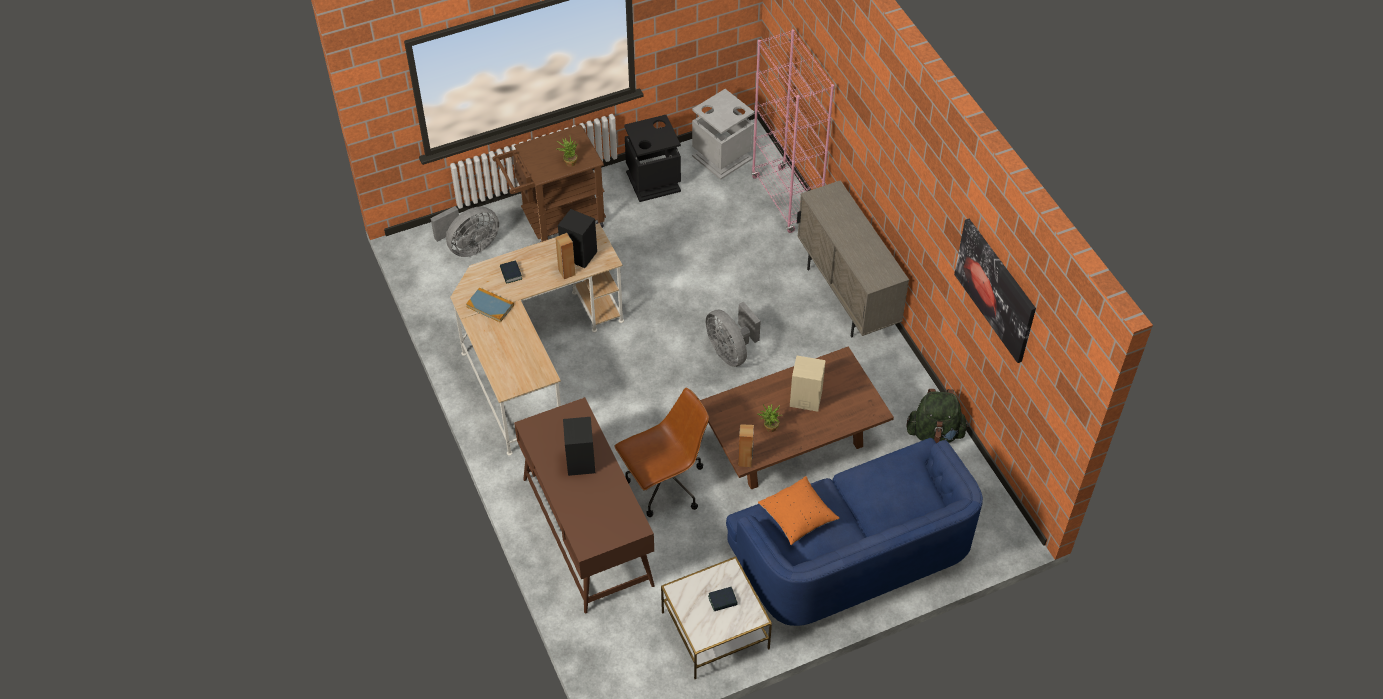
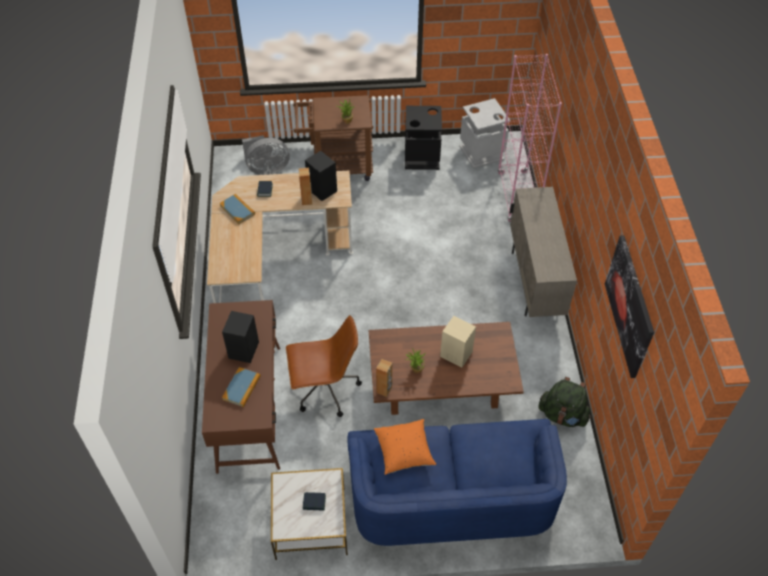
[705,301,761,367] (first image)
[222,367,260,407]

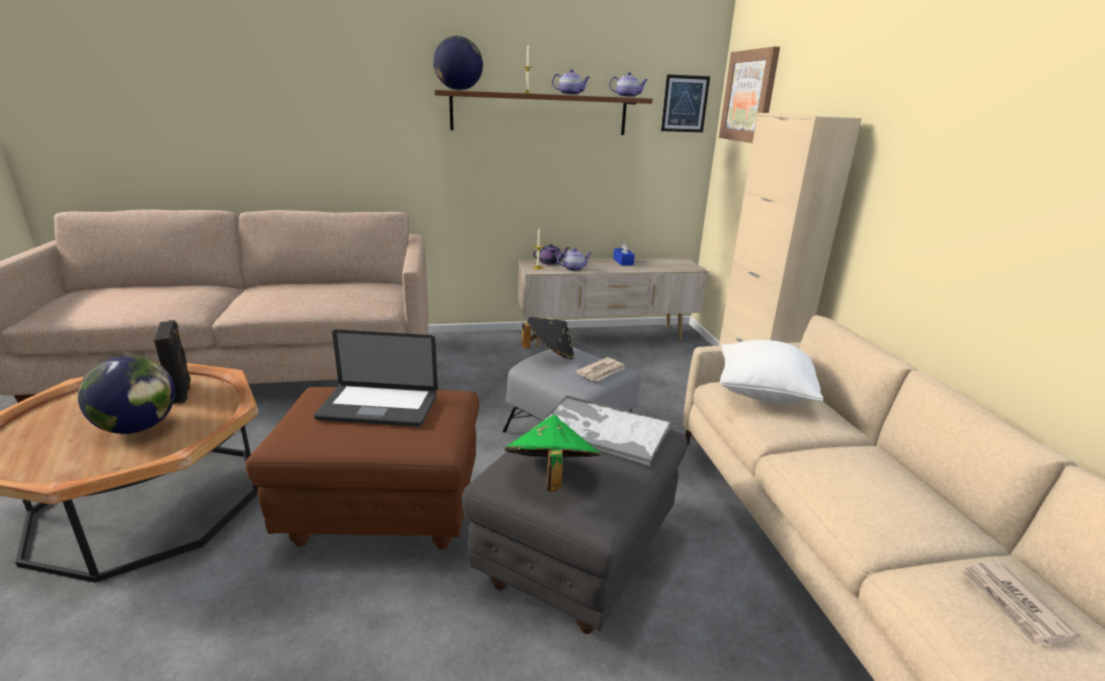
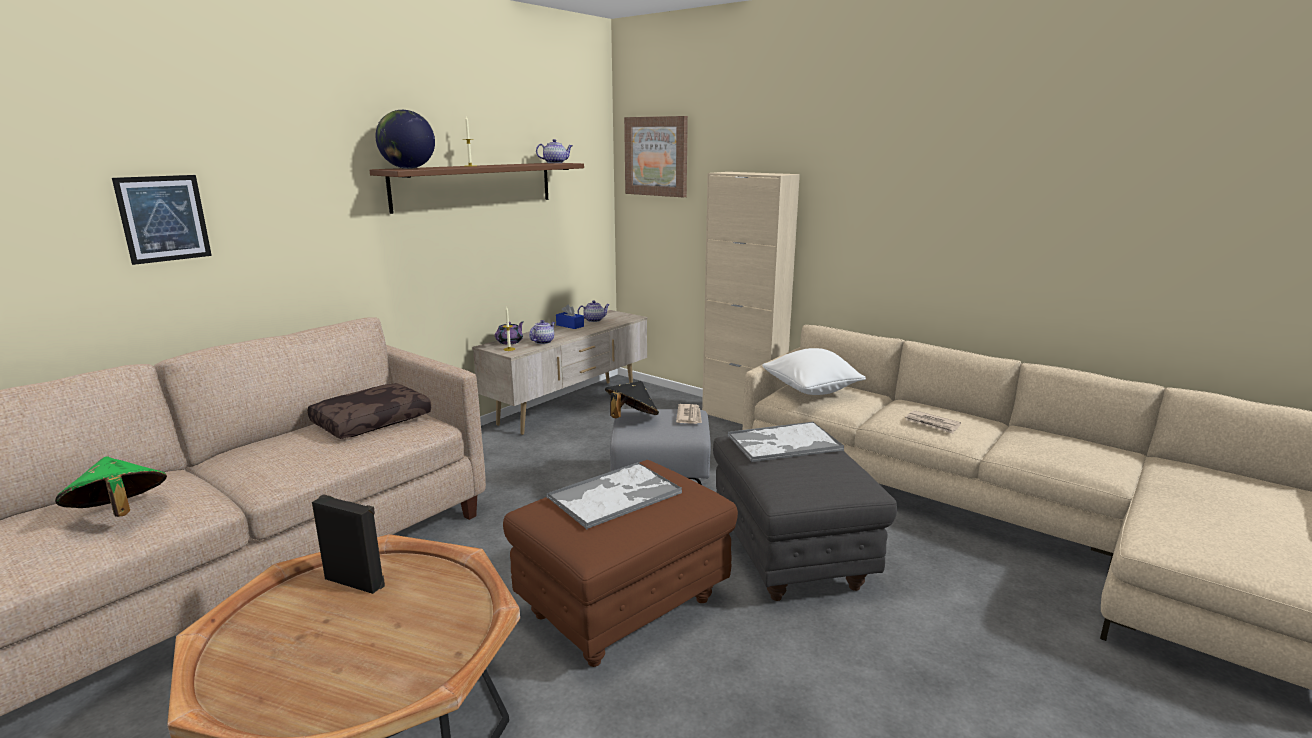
[78,355,175,434] (first image)
[308,383,431,439]
[55,456,167,517]
[577,300,610,322]
[112,175,212,265]
[905,410,961,434]
[547,462,682,529]

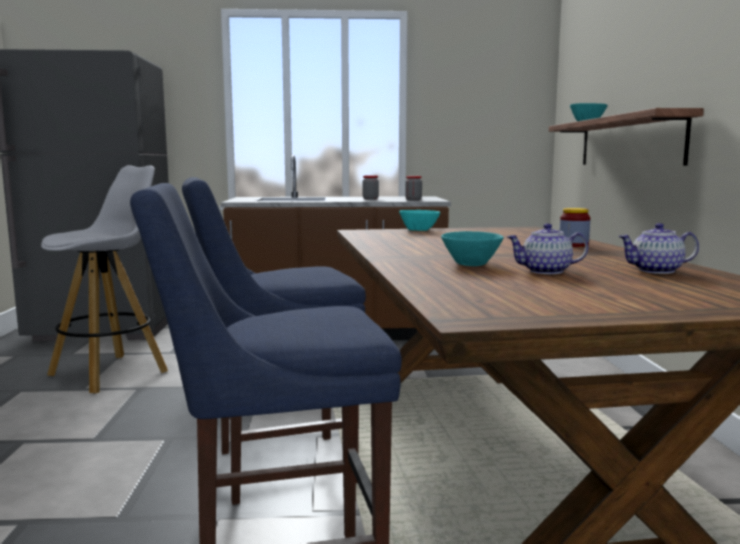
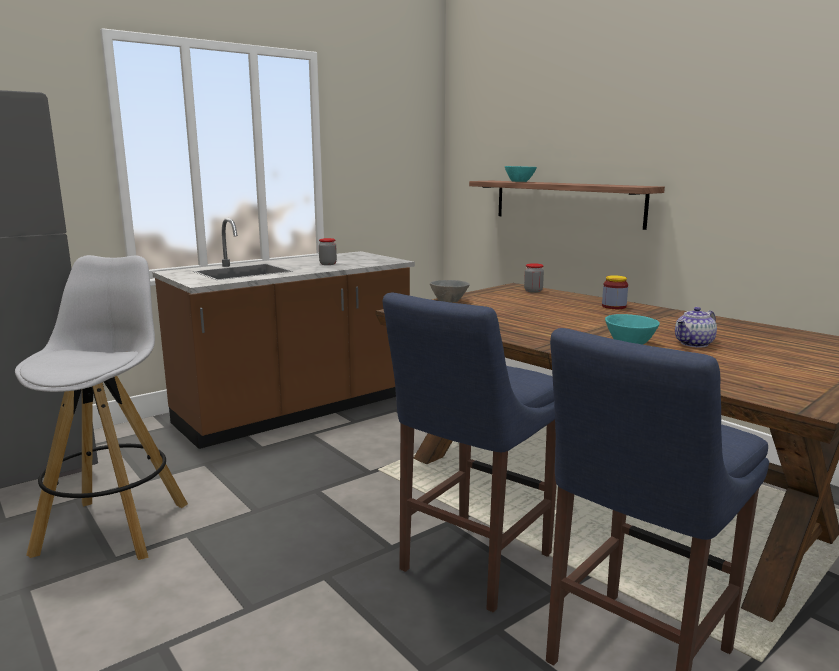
[618,223,699,274] (first image)
[524,263,544,293]
[430,280,470,303]

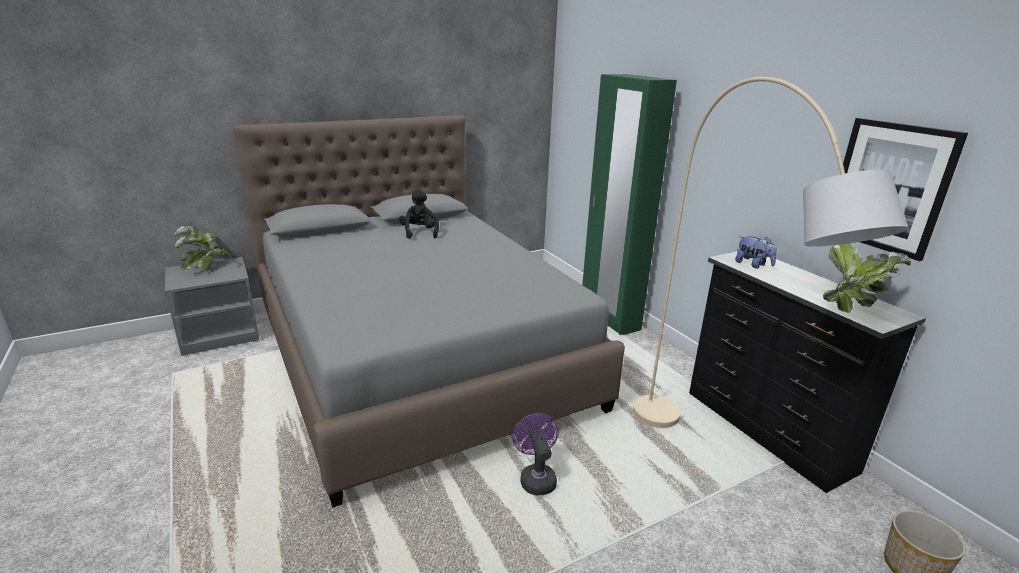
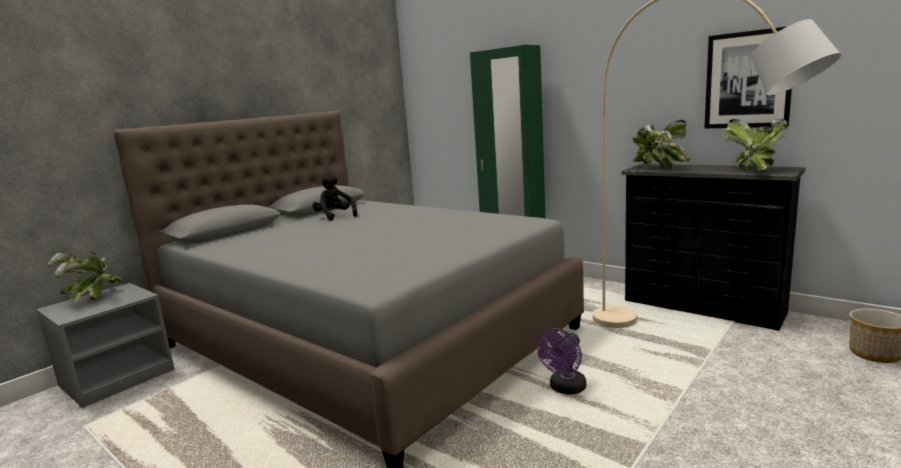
[633,120,691,168]
[537,328,586,395]

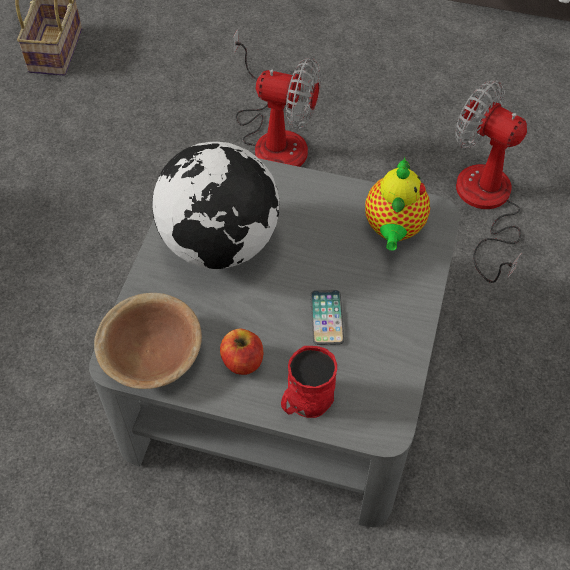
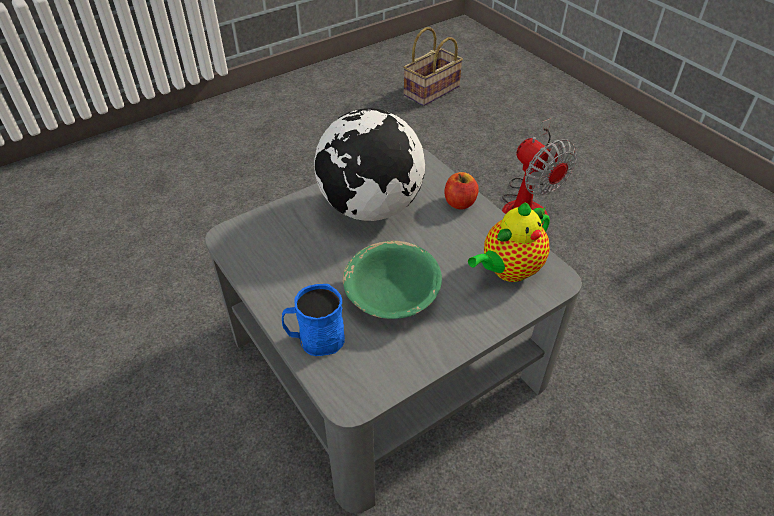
[94,293,202,389] (first image)
[455,80,527,283] (first image)
[444,172,479,209]
[343,241,442,319]
[282,284,345,356]

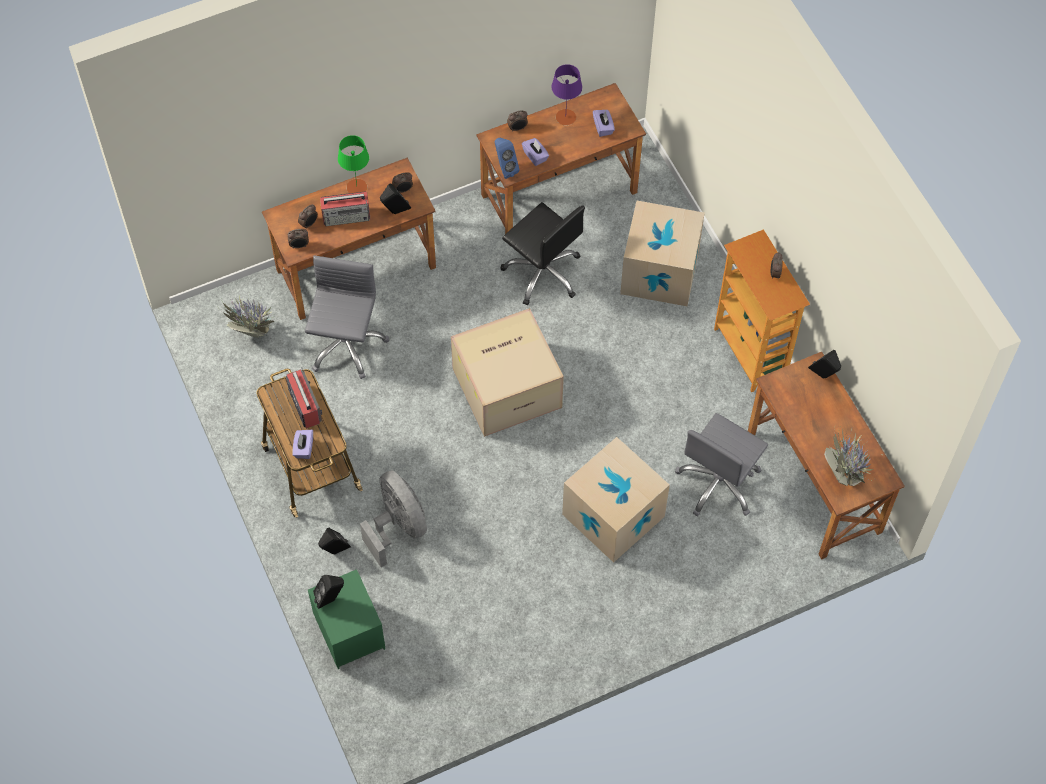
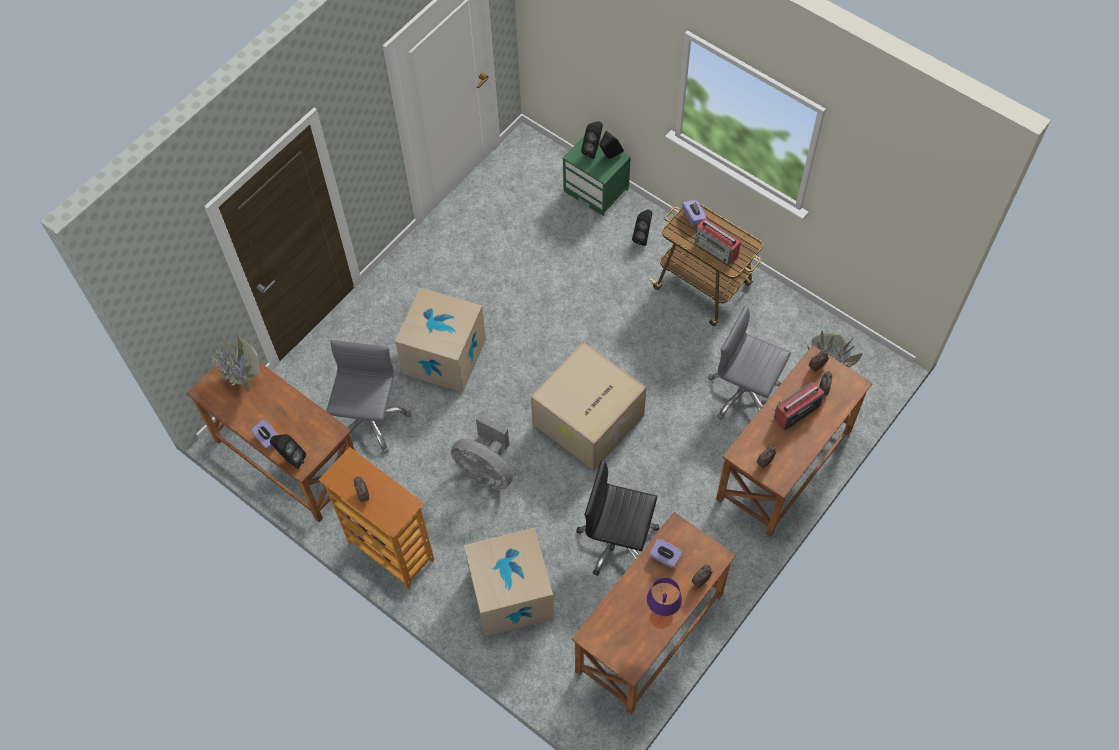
[338,135,369,193] (first image)
[495,138,519,179] (first image)
[451,414,513,489]
[581,121,603,159]
[251,419,278,450]
[708,306,791,420]

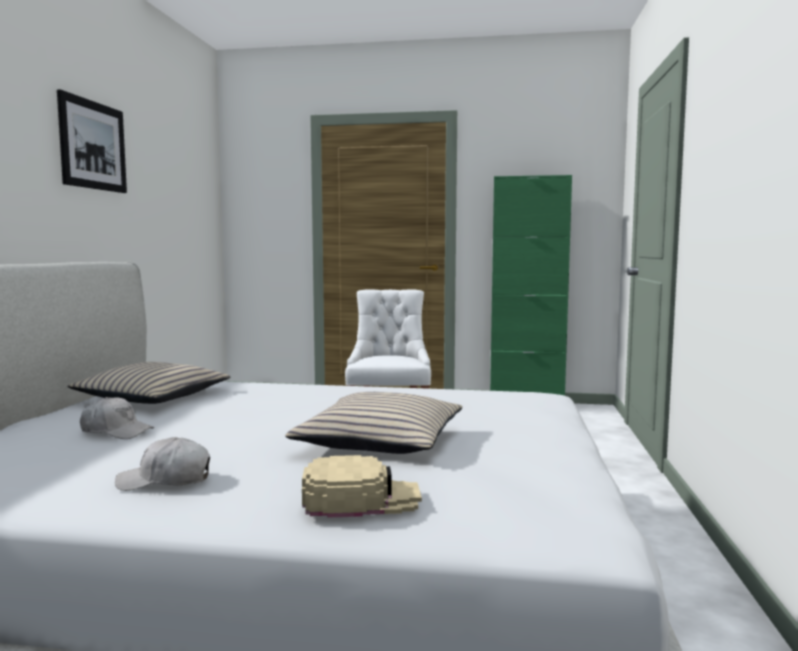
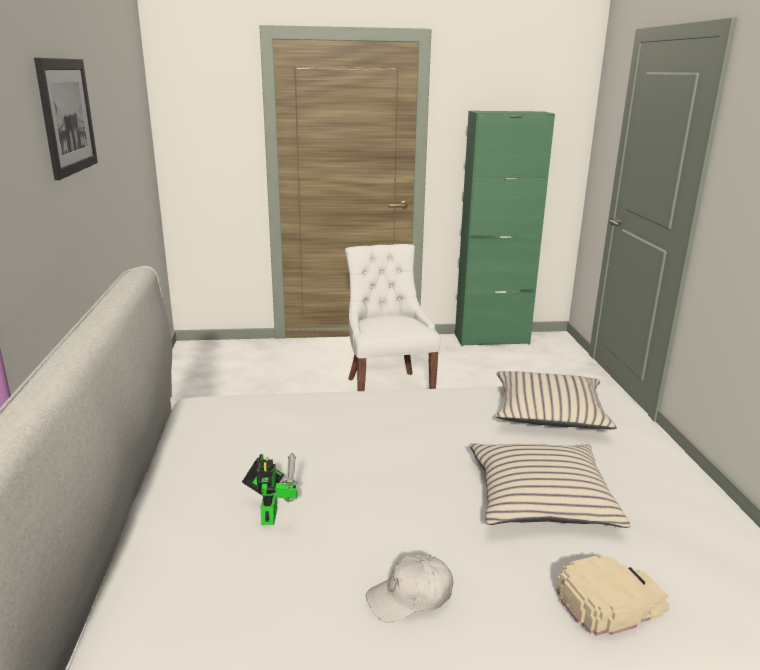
[496,371,617,429]
[242,453,299,525]

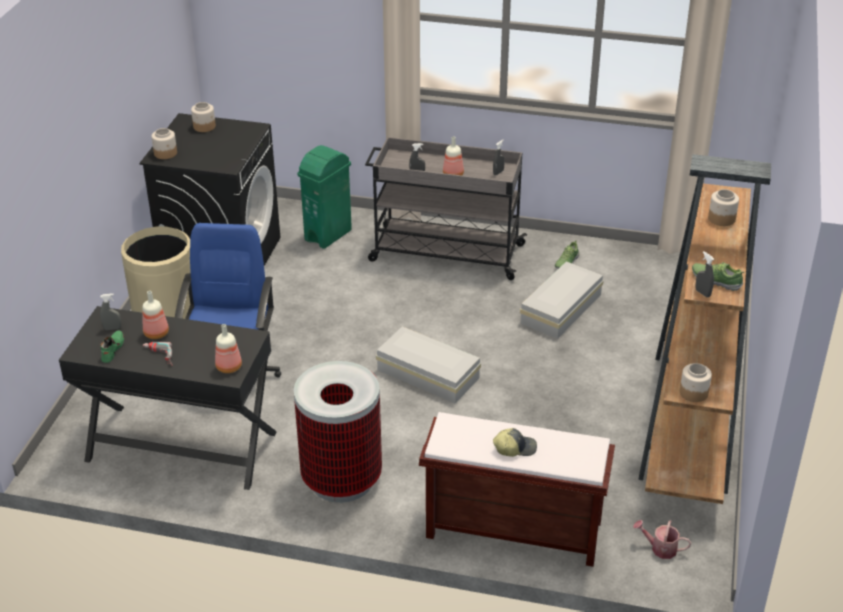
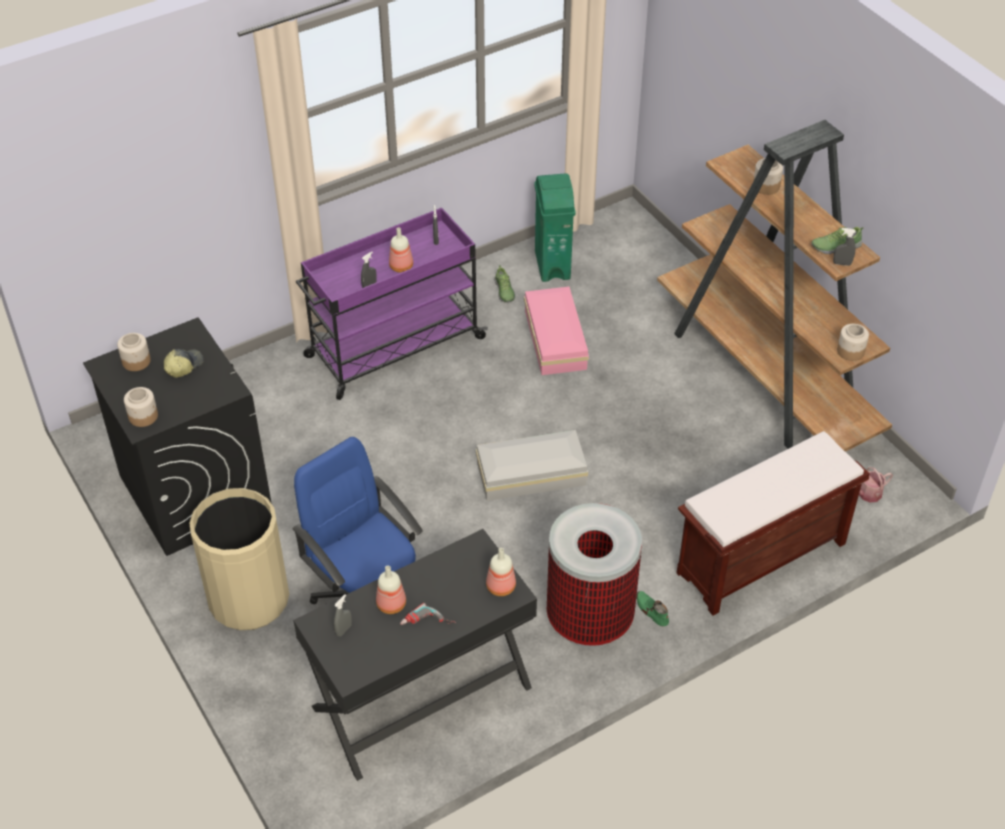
[636,591,669,626]
[534,173,576,282]
[164,349,204,378]
[296,208,488,400]
[524,287,589,375]

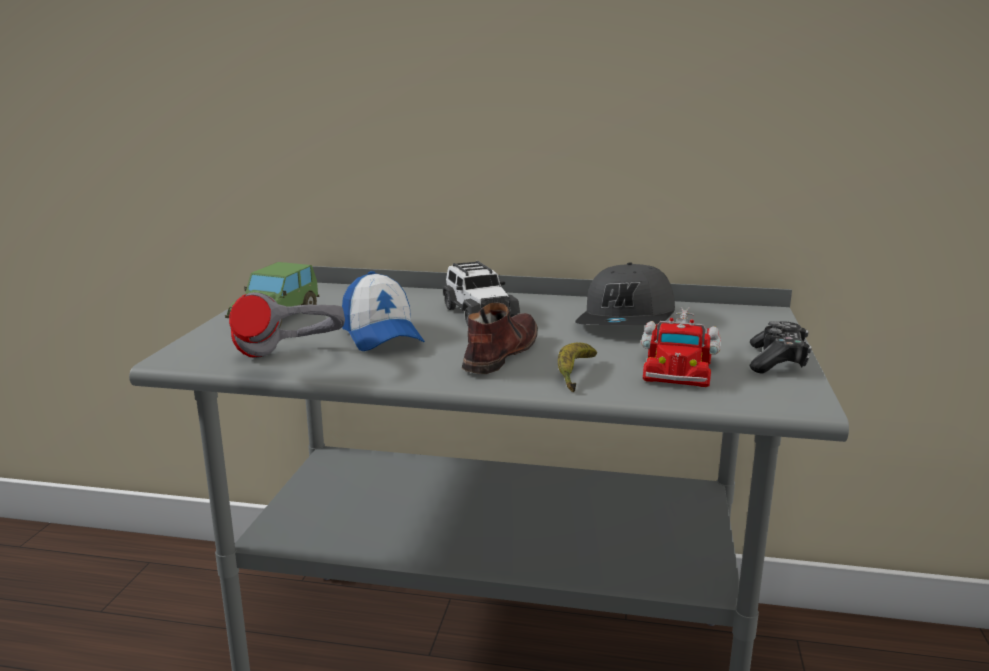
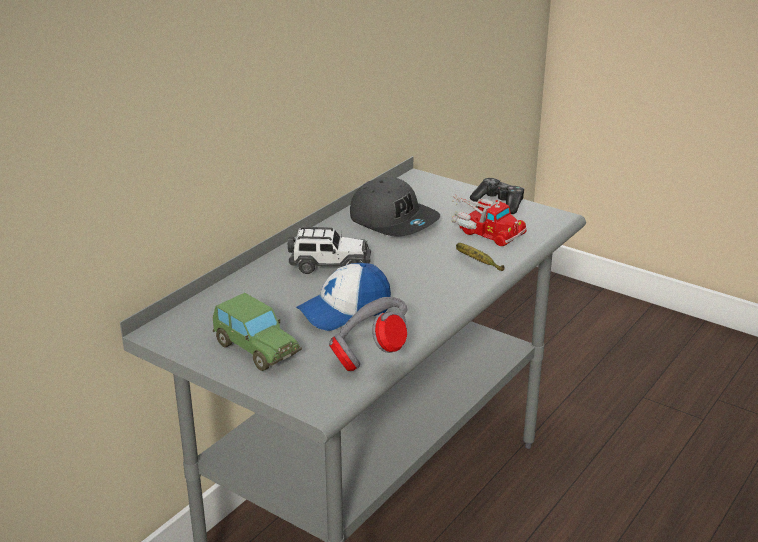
[462,302,538,374] (first image)
[296,263,391,331]

